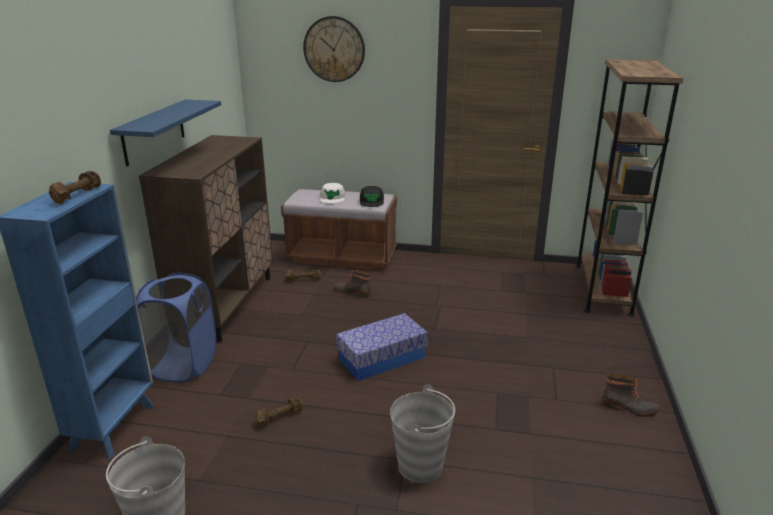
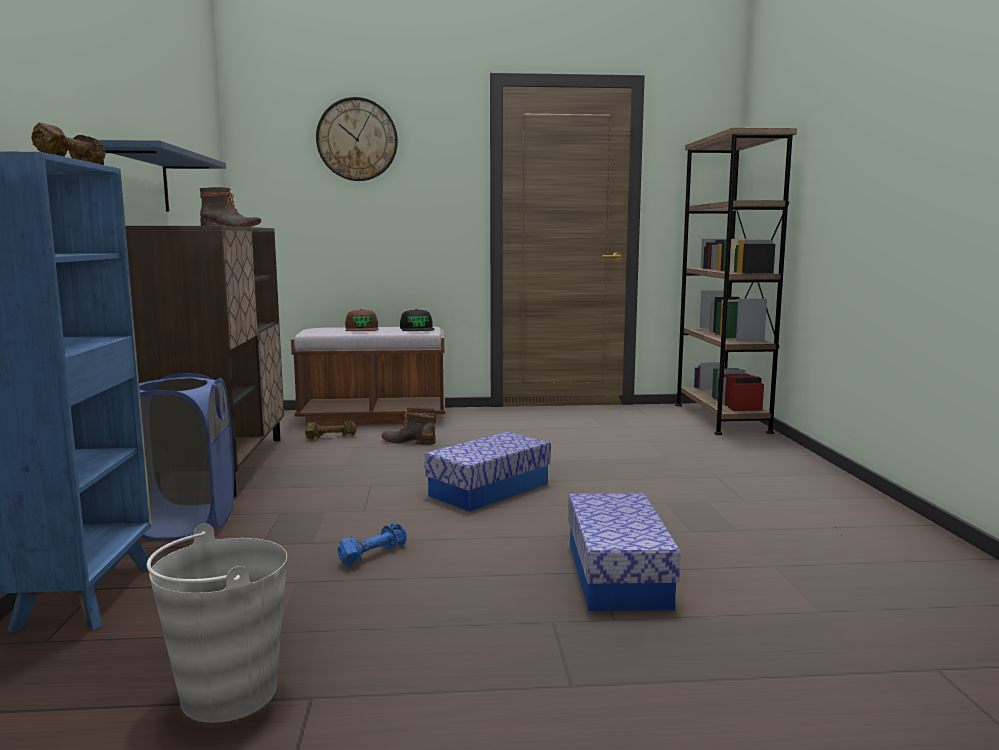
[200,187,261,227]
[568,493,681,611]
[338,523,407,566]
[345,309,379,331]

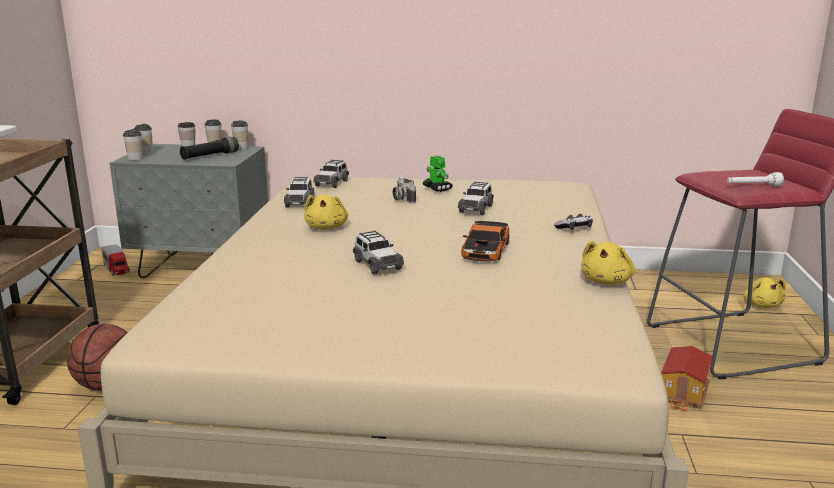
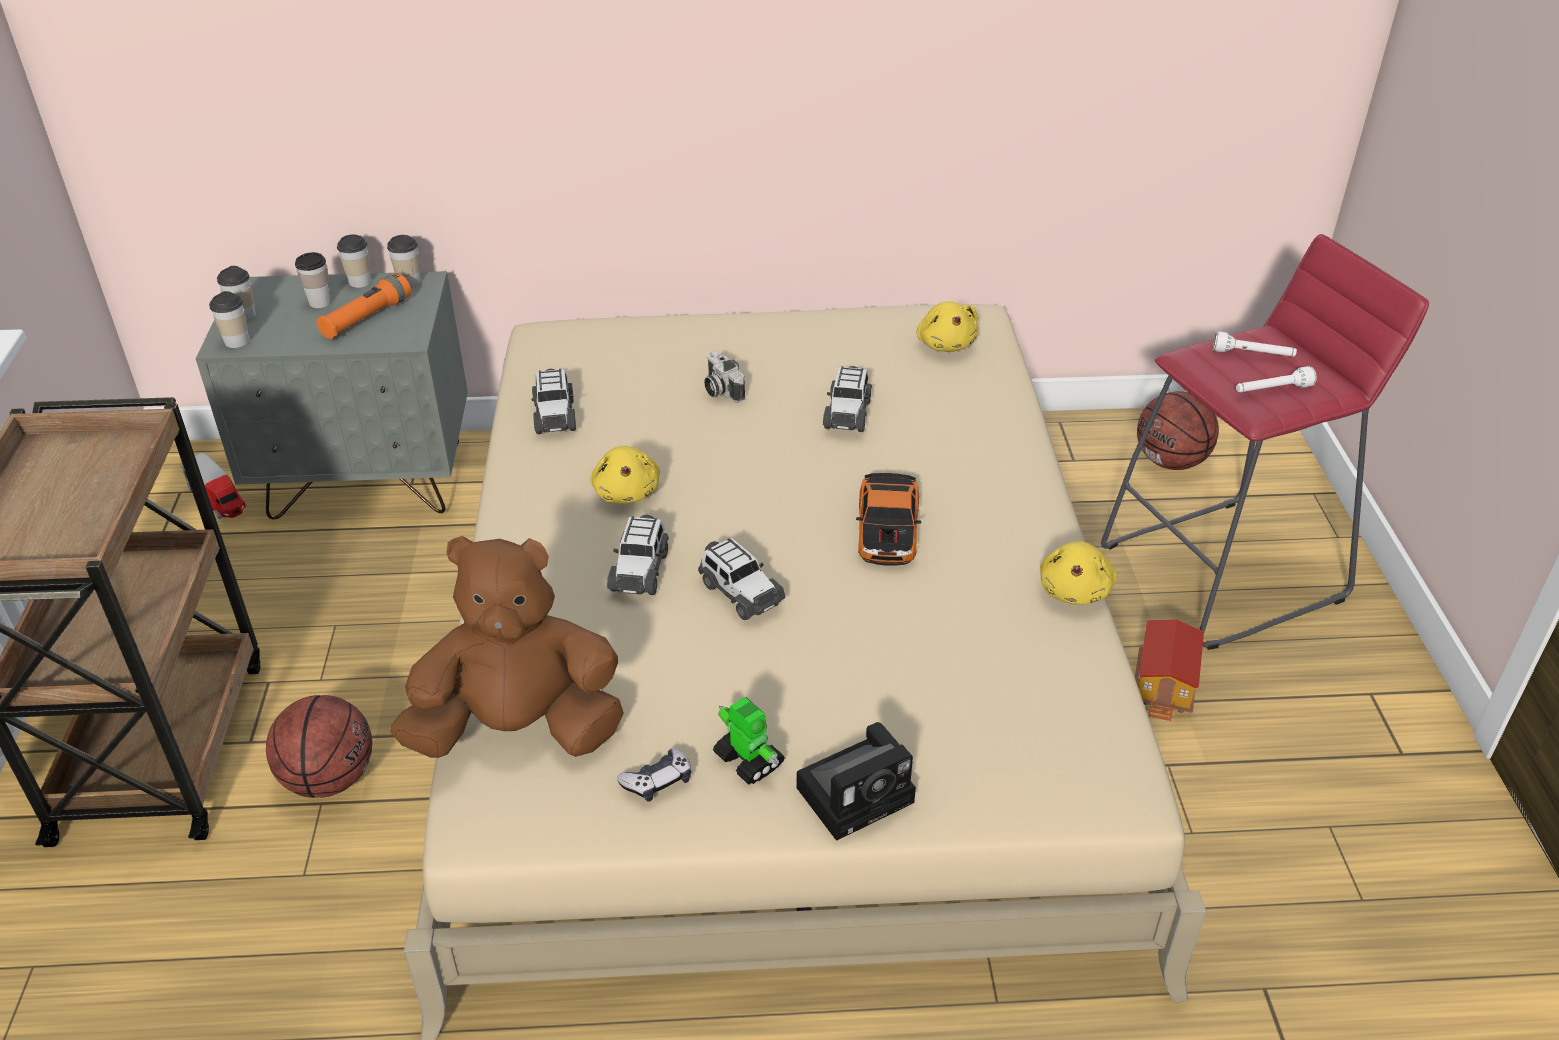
[391,536,624,758]
[796,722,916,841]
[1137,391,1219,470]
[1213,332,1297,357]
[607,515,669,595]
[713,697,785,785]
[617,748,691,802]
[916,301,978,352]
[317,273,411,339]

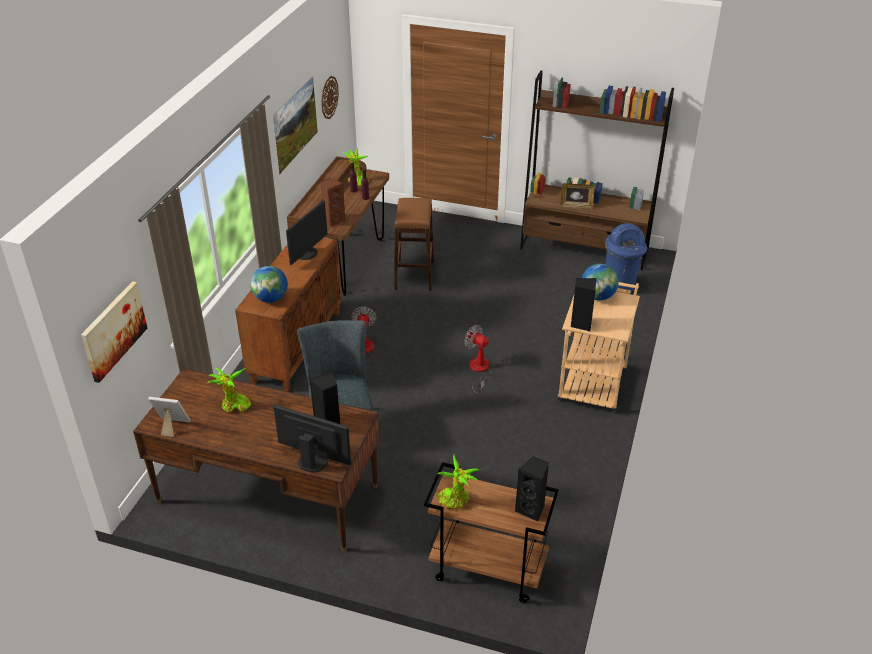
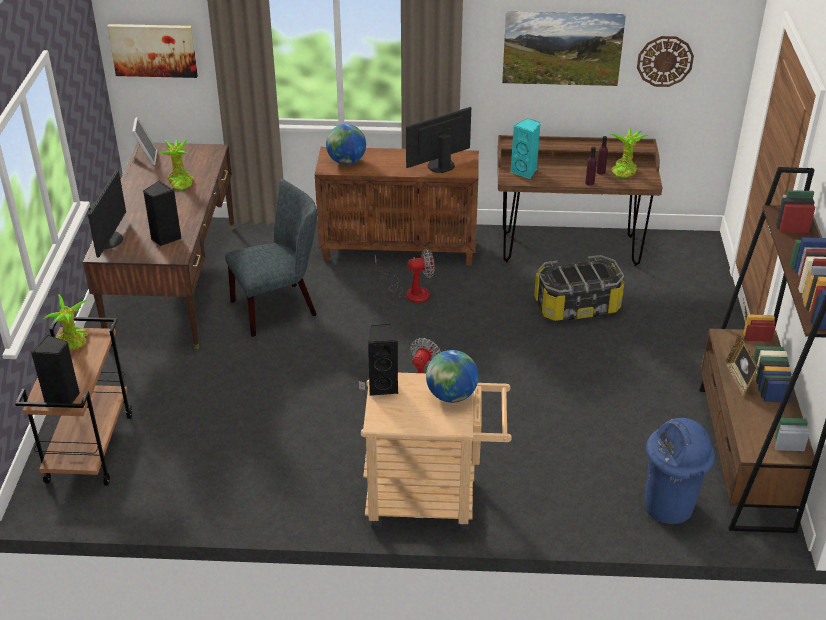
[534,255,624,321]
[511,118,541,179]
[406,107,471,173]

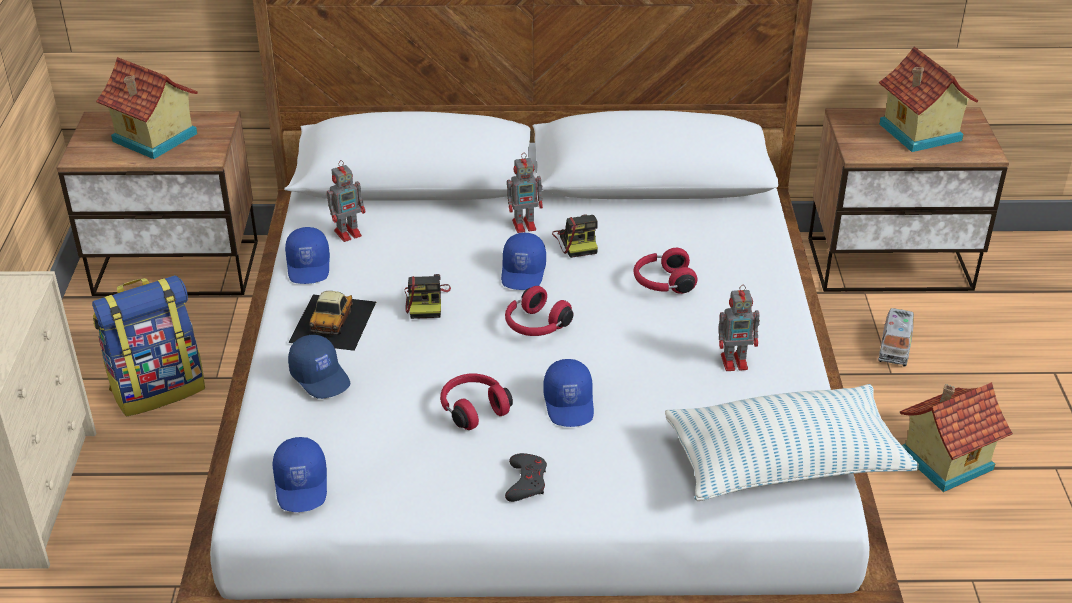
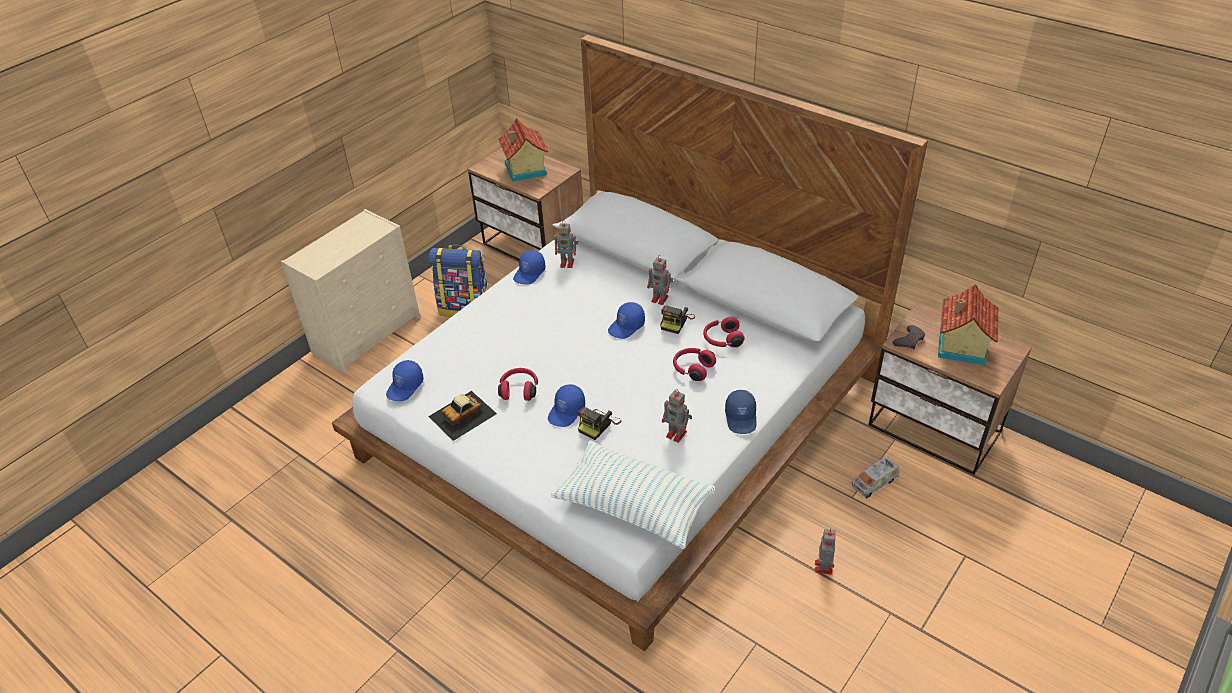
[428,391,497,441]
[725,390,757,434]
[578,407,622,440]
[703,317,745,347]
[893,325,925,349]
[815,529,836,575]

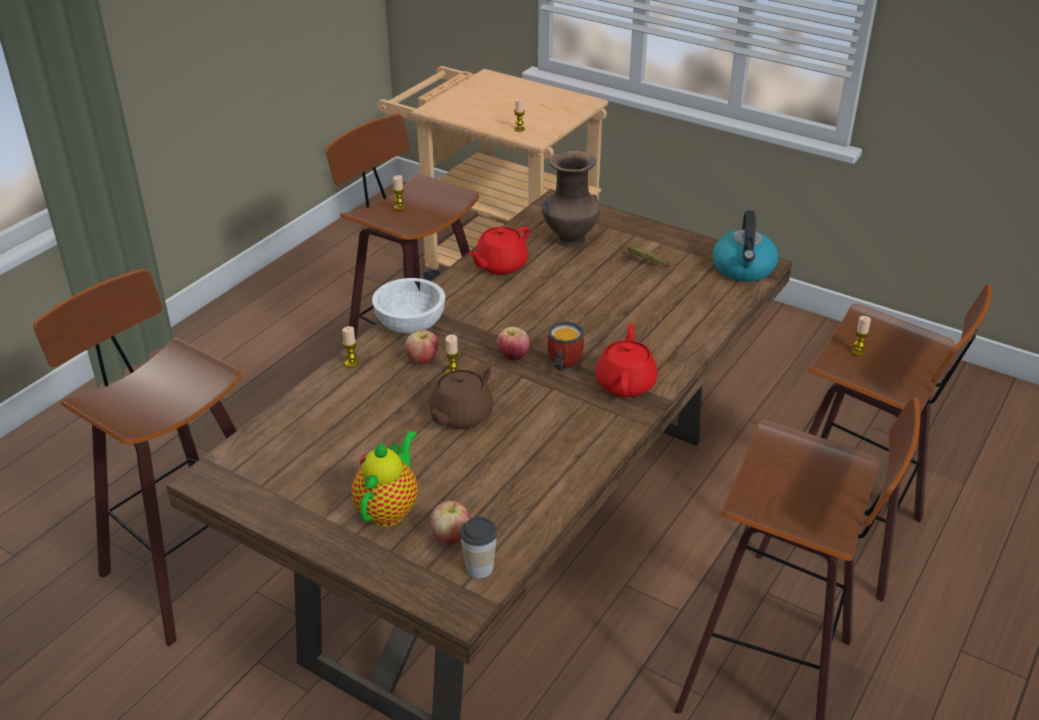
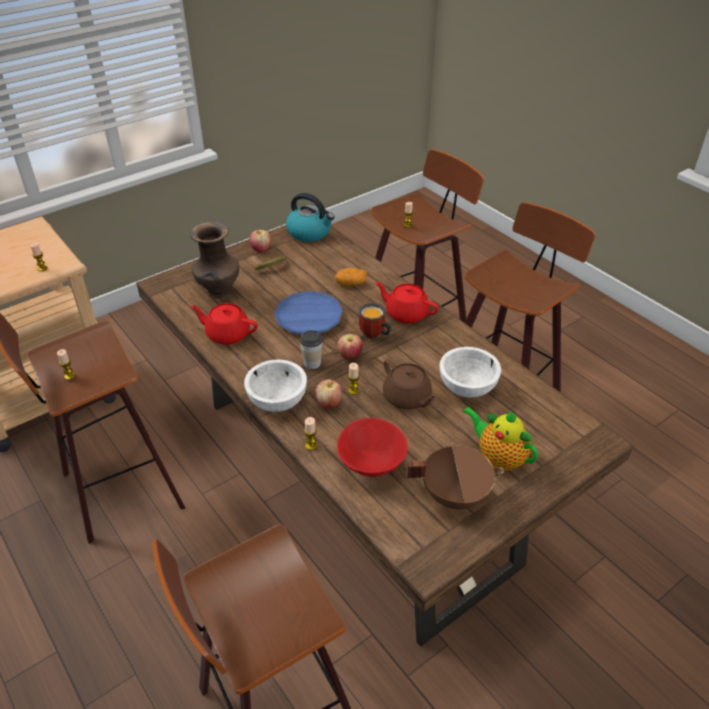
[274,291,344,334]
[335,268,367,286]
[337,418,408,476]
[406,445,504,510]
[440,347,501,398]
[250,229,271,252]
[300,330,323,369]
[190,303,258,345]

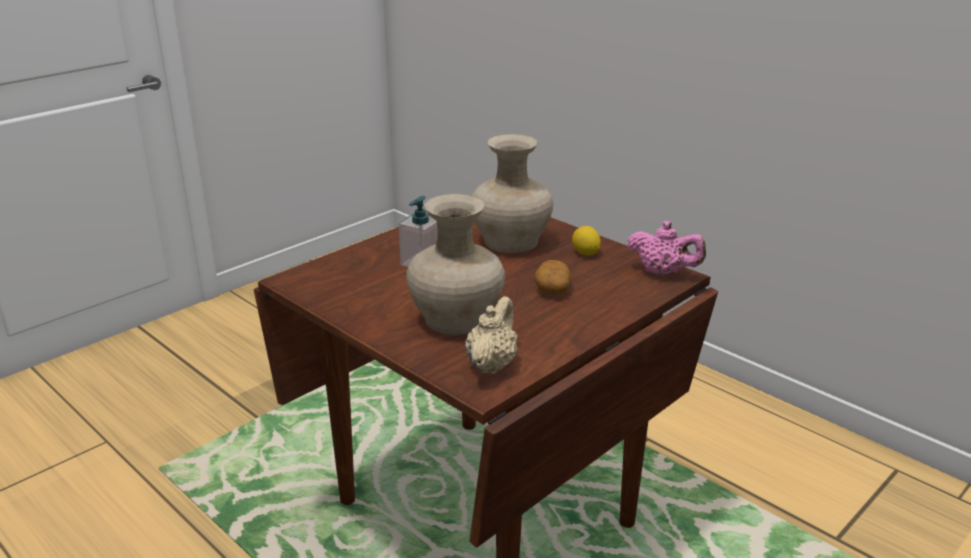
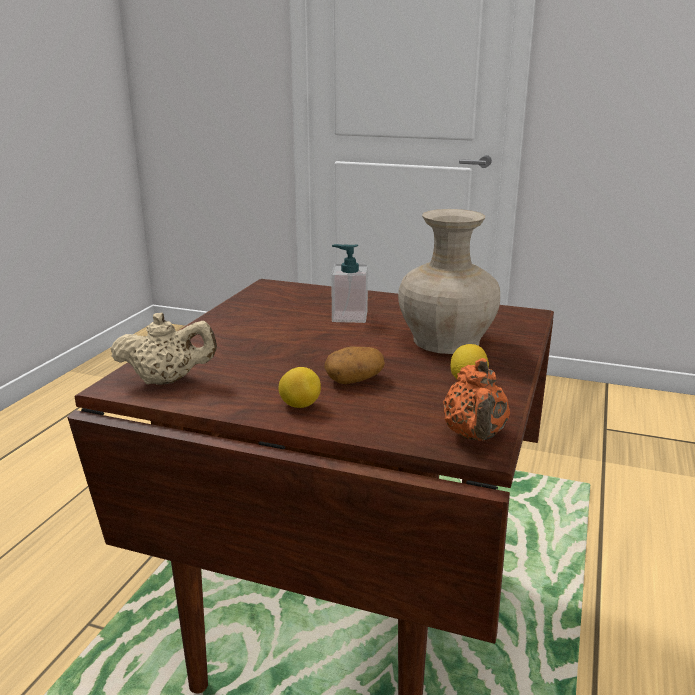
[406,194,505,335] (first image)
[278,367,321,408]
[443,358,510,441]

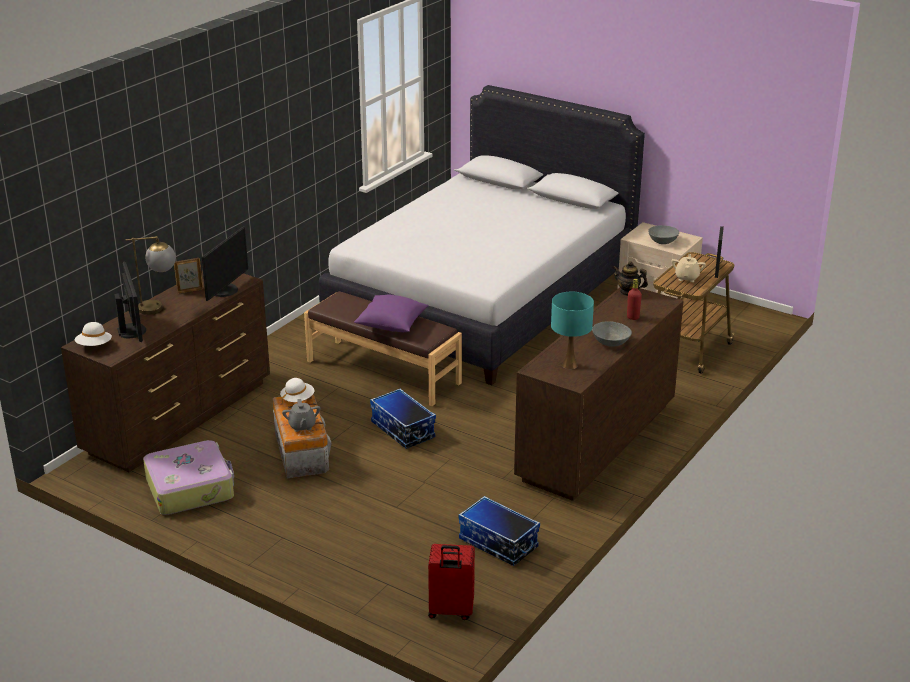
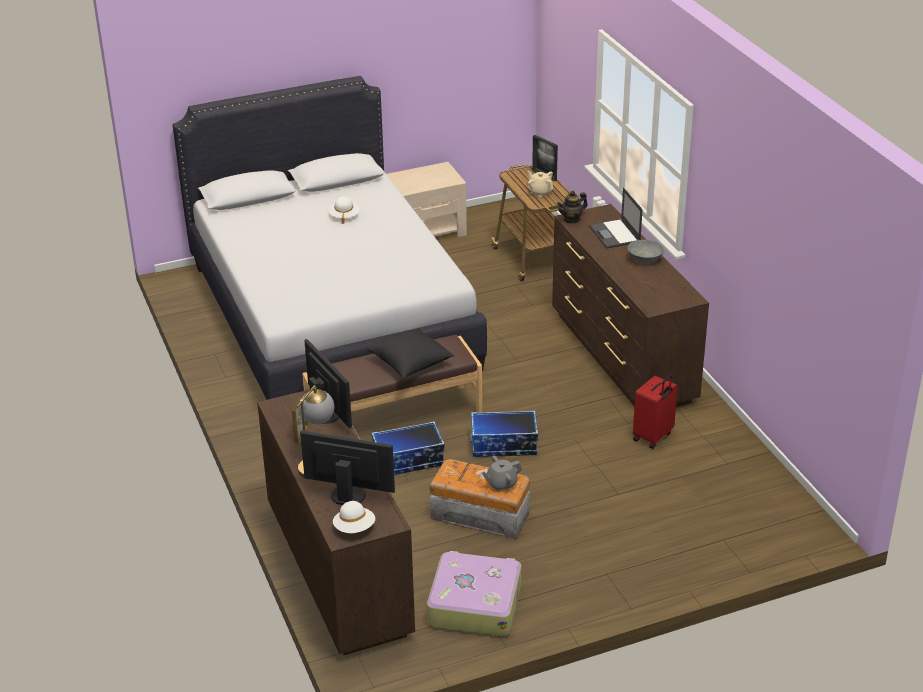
[551,292,594,369] (first image)
[648,225,679,244] (first image)
[329,197,359,224]
[633,374,678,449]
[371,421,445,475]
[589,187,643,249]
[367,328,454,378]
[482,456,522,492]

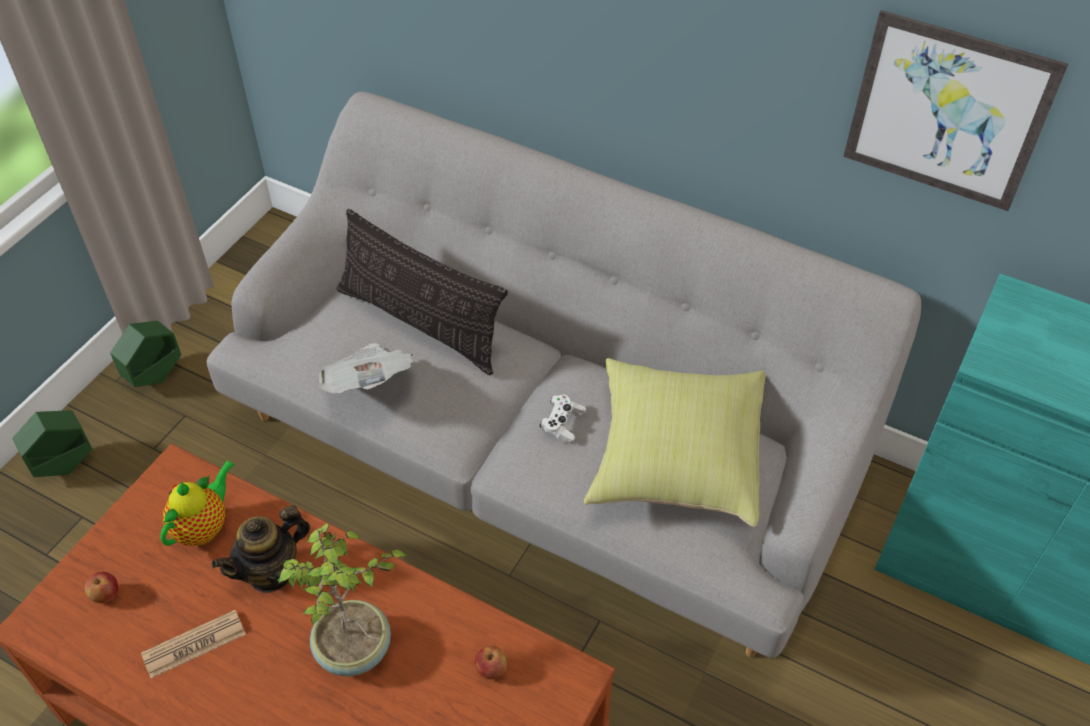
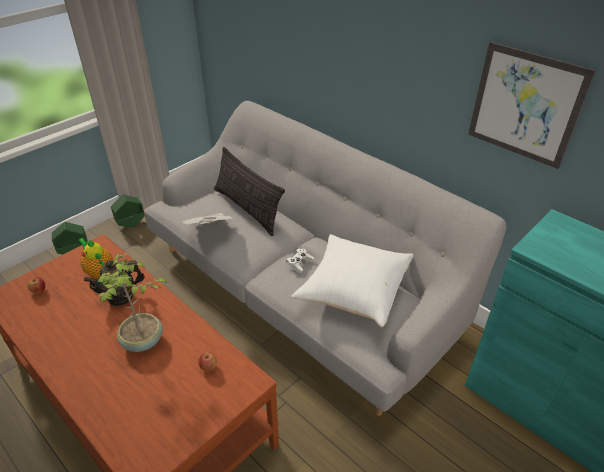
[141,610,246,678] (first image)
[292,234,414,327]
[78,238,113,279]

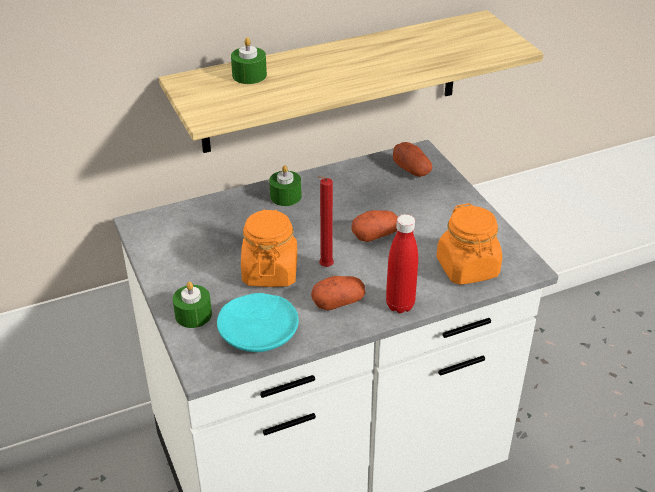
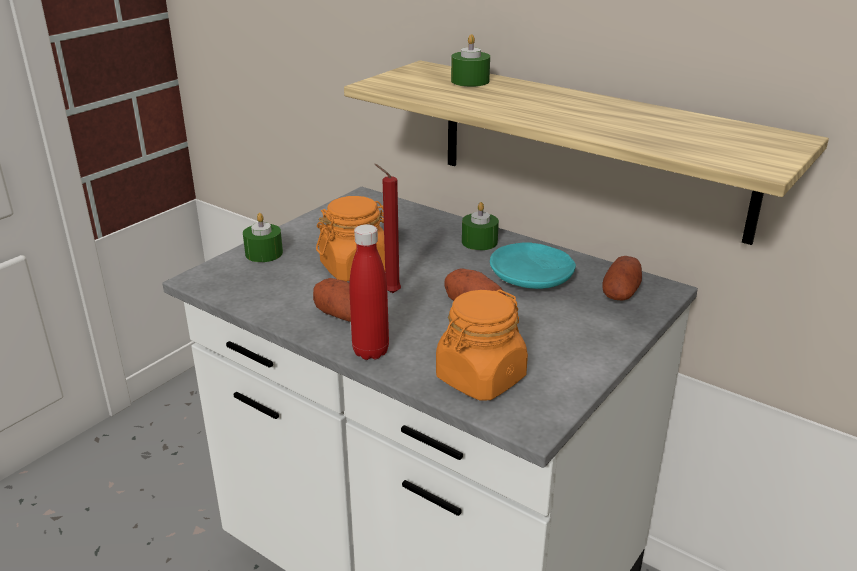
[490,242,576,289]

